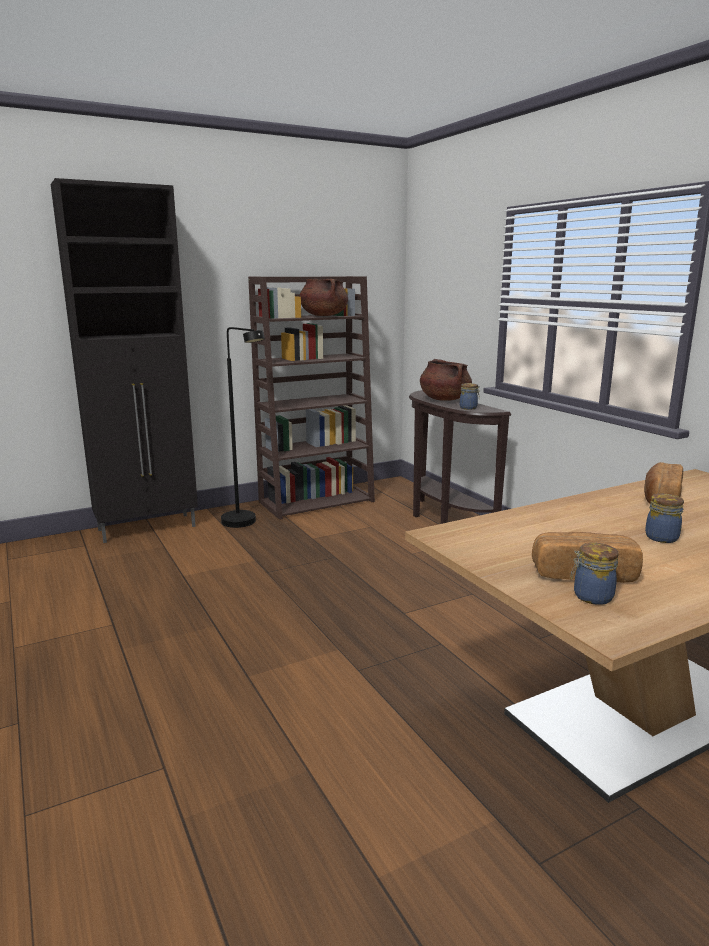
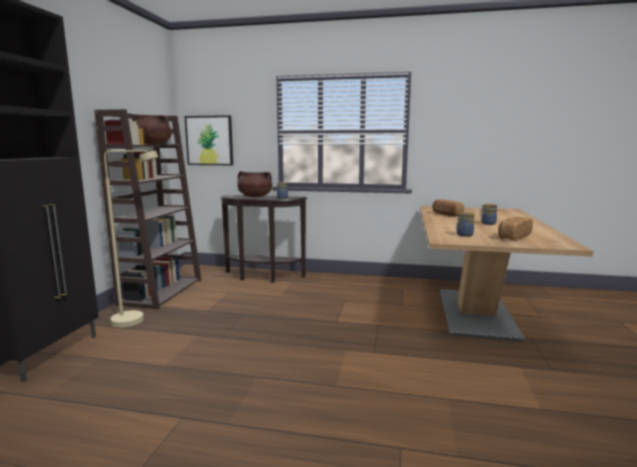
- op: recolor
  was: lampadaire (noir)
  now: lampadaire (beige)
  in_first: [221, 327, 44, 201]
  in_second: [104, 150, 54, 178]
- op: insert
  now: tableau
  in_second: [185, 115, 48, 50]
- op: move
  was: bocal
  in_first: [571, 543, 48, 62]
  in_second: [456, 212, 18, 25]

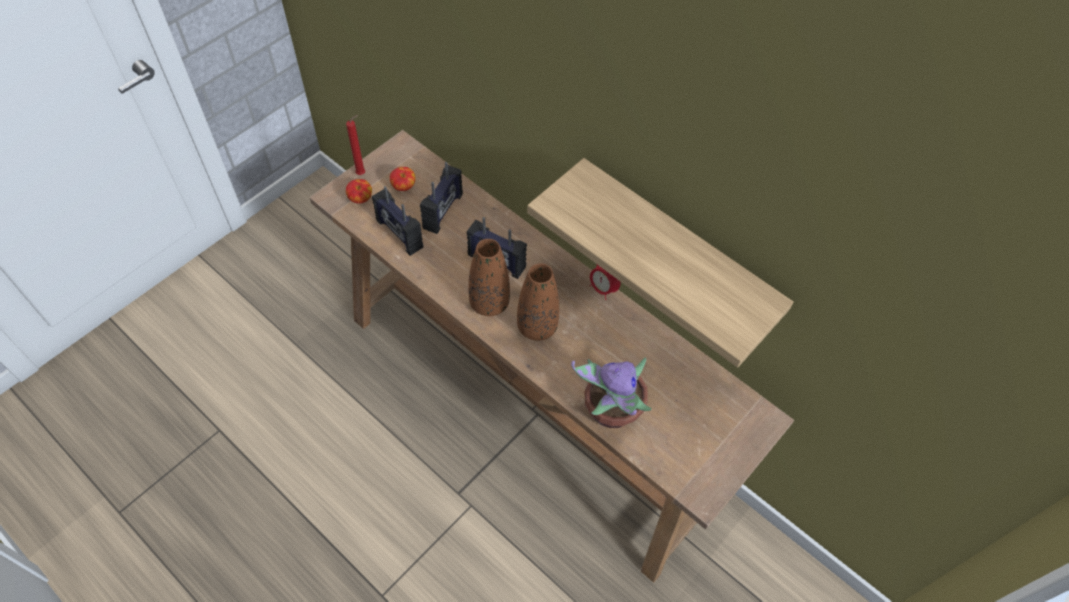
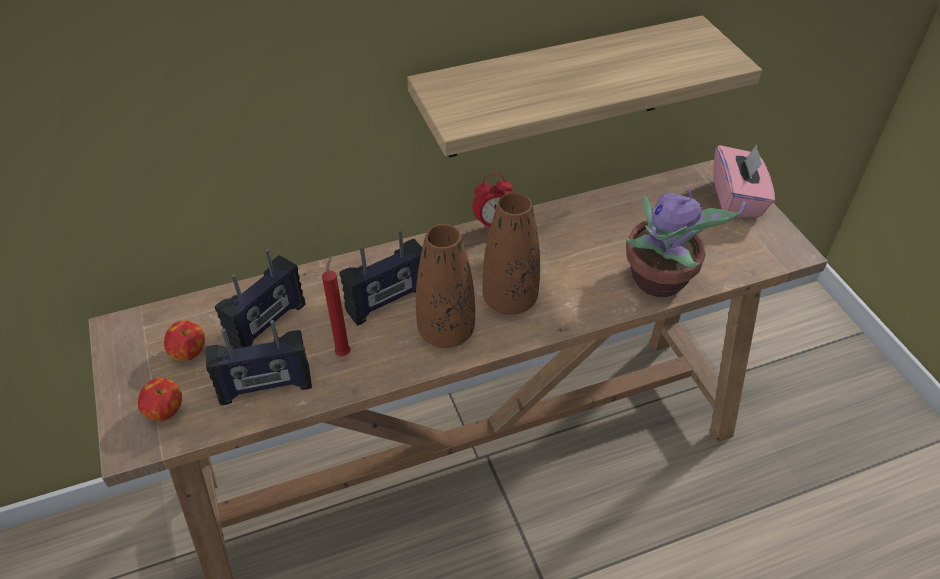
- op: rotate
  was: radio
  in_first: [420, 162, 43, 72]
  in_second: [215, 249, 90, 100]
  clockwise: 75
- op: move
  was: bougie (rouge)
  in_first: [346, 115, 19, 60]
  in_second: [322, 255, 29, 101]
- op: insert
  now: boîte à mouchoirs (rose)
  in_second: [713, 144, 62, 73]

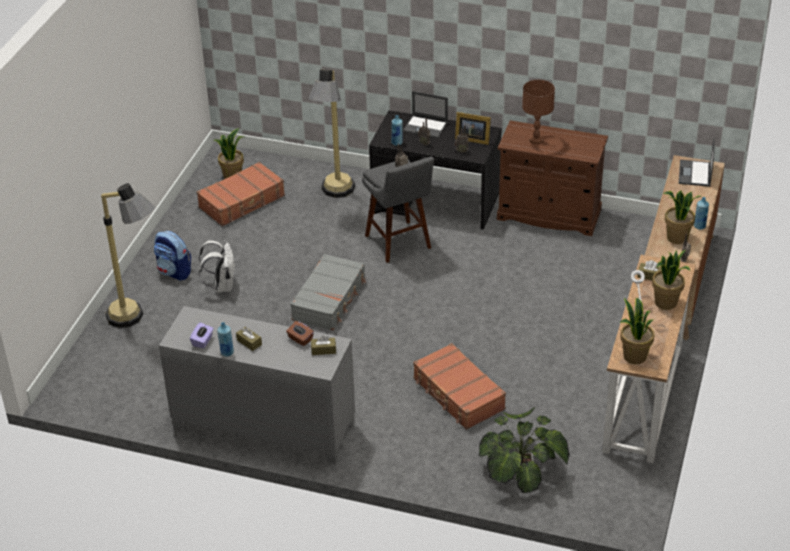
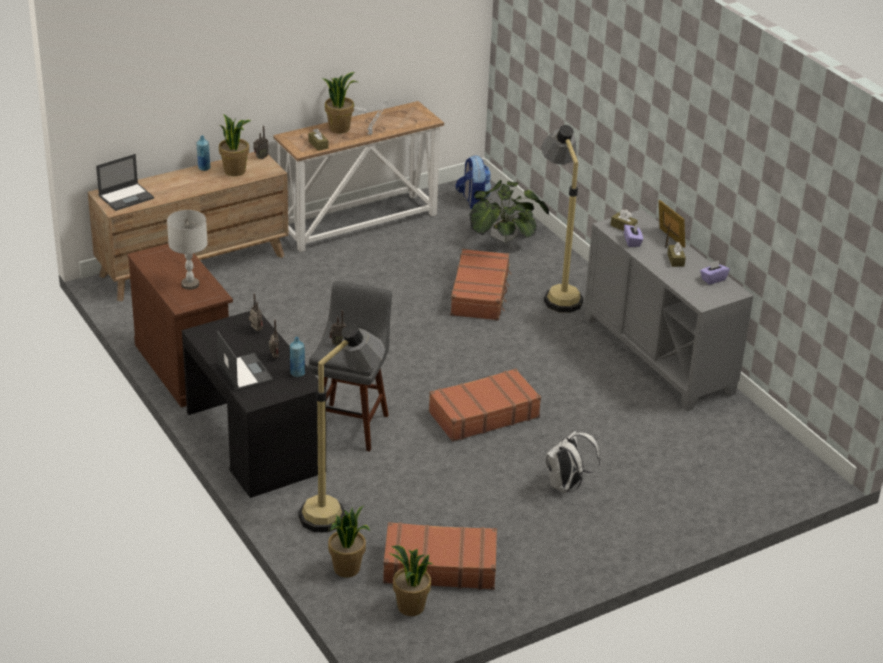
- op: recolor
  was: lampe de table (marron)
  now: lampe de table (gris)
  in_first: [522, 80, 33, 64]
  in_second: [167, 210, 41, 80]
- op: move
  was: plante en pot
  in_first: [620, 298, 34, 66]
  in_second: [328, 506, 42, 72]
- op: recolor
  was: valise (gris)
  now: valise (marron)
  in_first: [290, 254, 76, 76]
  in_second: [429, 368, 112, 74]
- op: move
  was: sac à dos
  in_first: [154, 231, 37, 50]
  in_second: [455, 155, 37, 54]
- op: move
  was: lampadaire
  in_first: [101, 183, 54, 145]
  in_second: [541, 125, 42, 188]
- op: recolor
  was: boîte à mouchoirs (marron)
  now: boîte à mouchoirs (violet)
  in_first: [286, 321, 28, 25]
  in_second: [624, 223, 19, 24]
- op: move
  was: cadre photo
  in_first: [455, 112, 36, 33]
  in_second: [659, 200, 26, 49]
- op: delete
  was: bouteille (bleu)
  in_first: [217, 322, 17, 34]

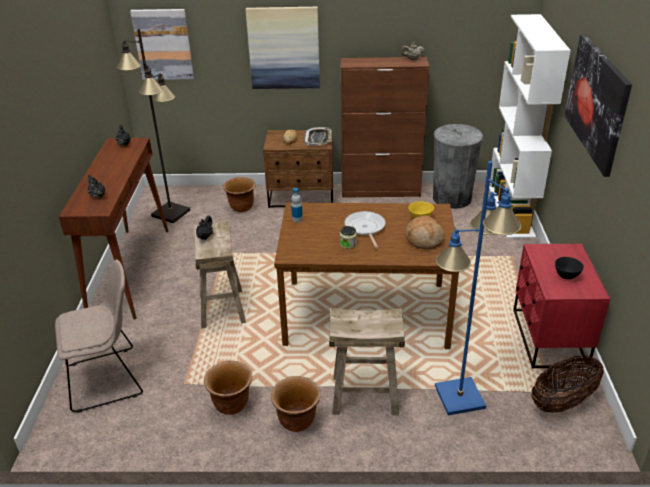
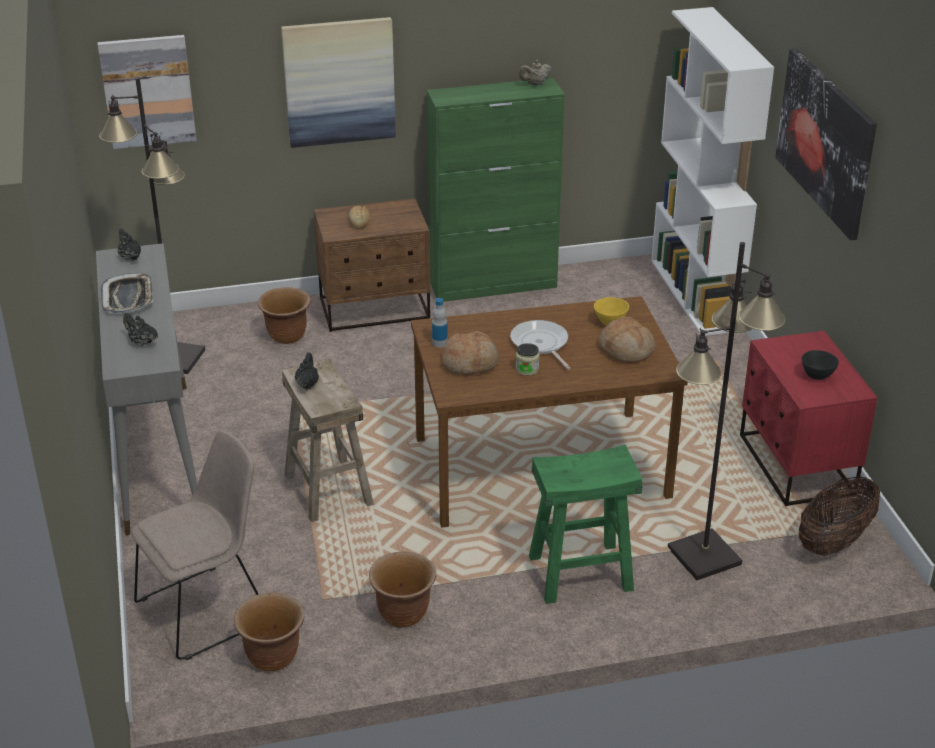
- op: recolor
  was: table console (marron)
  now: table console (gris)
  in_first: [59, 138, 110, 182]
  in_second: [96, 243, 101, 292]
- op: move
  was: plateau
  in_first: [304, 127, 28, 18]
  in_second: [101, 273, 52, 41]
- op: move
  was: cache-pot (marron)
  in_first: [271, 376, 50, 56]
  in_second: [234, 592, 70, 79]
- op: recolor
  was: meuble de rangement (marron)
  now: meuble de rangement (vert)
  in_first: [341, 57, 89, 141]
  in_second: [427, 78, 138, 224]
- op: insert
  now: pain
  in_second: [441, 331, 58, 44]
- op: recolor
  was: tabouret (beige)
  now: tabouret (vert)
  in_first: [329, 308, 76, 107]
  in_second: [529, 445, 114, 159]
- op: recolor
  was: lampadaire (bleu)
  now: lampadaire (noir)
  in_first: [435, 161, 86, 254]
  in_second: [668, 242, 118, 338]
- op: delete
  was: poubelle (gris)
  in_first: [433, 124, 50, 85]

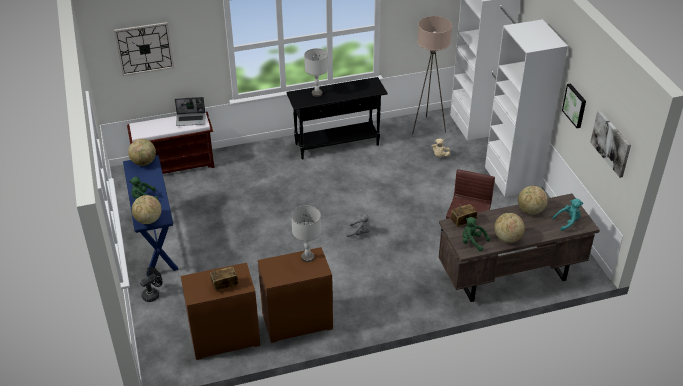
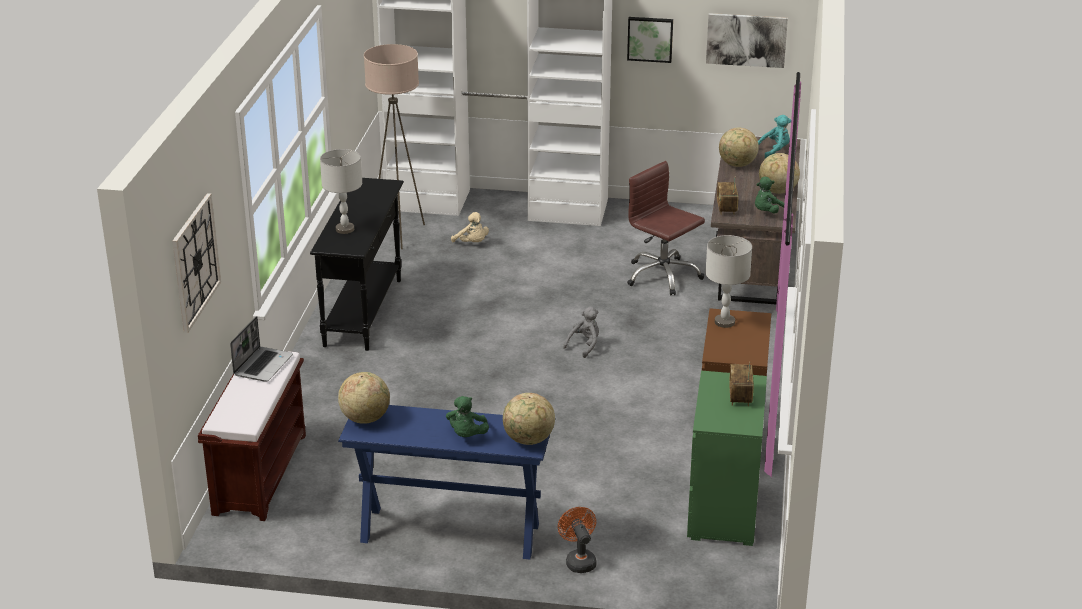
- op: recolor
  was: ventilateur (noir)
  now: ventilateur (orange)
  in_first: [140, 267, 23, 35]
  in_second: [558, 507, 39, 66]
- op: recolor
  was: commode (marron)
  now: commode (vert)
  in_first: [181, 263, 79, 97]
  in_second: [687, 371, 80, 175]
- op: rotate
  was: peluche (turquoise)
  in_first: [552, 199, 31, 32]
  in_second: [758, 115, 33, 44]
  clockwise: 60

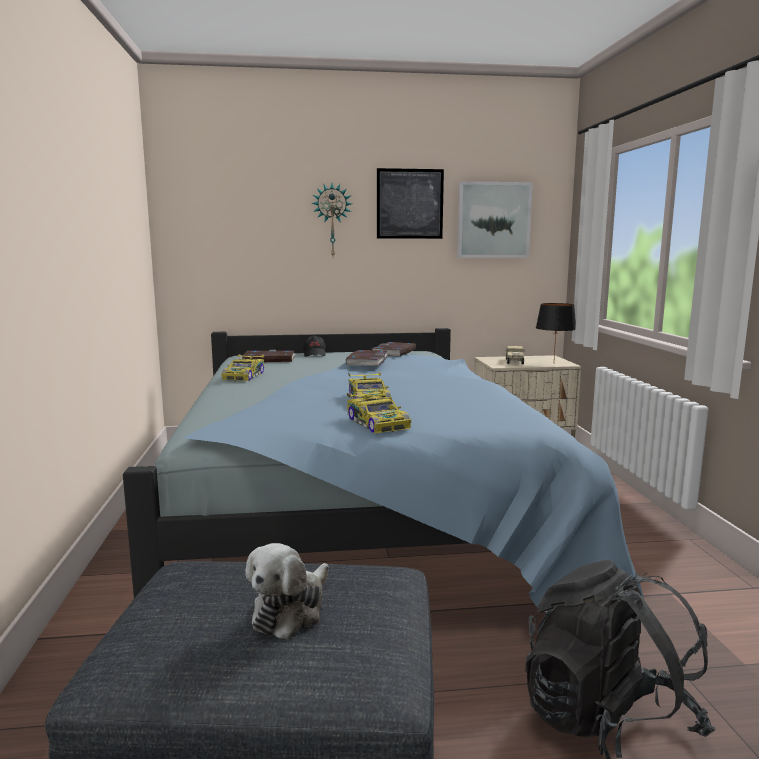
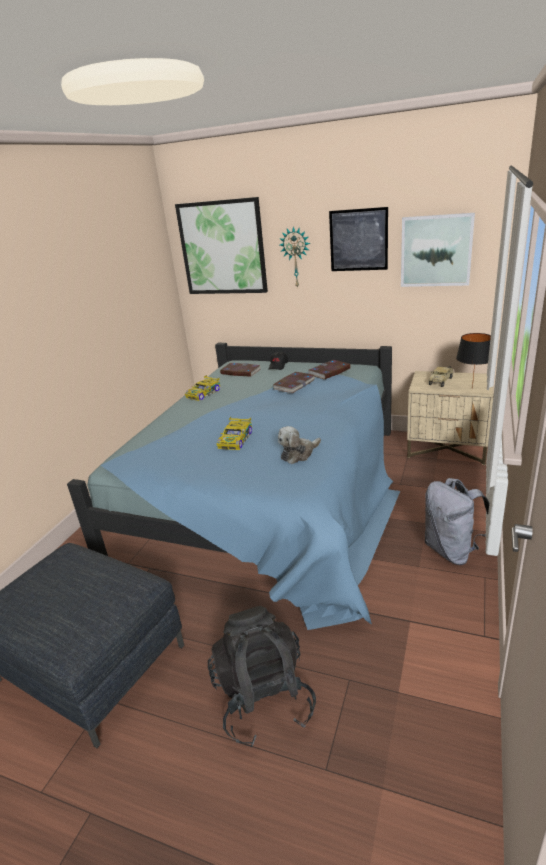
- op: insert
  now: tableau
  in_second: [175, 197, 93, 97]
- op: move
  was: peluche
  in_first: [245, 543, 84, 97]
  in_second: [278, 426, 43, 38]
- op: insert
  now: sac à dos (gris)
  in_second: [425, 478, 64, 87]
- op: delete
  was: petite voiture
  in_first: [347, 389, 64, 45]

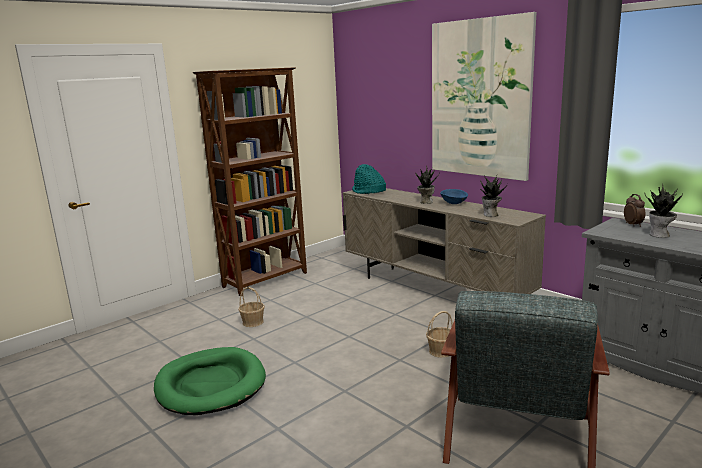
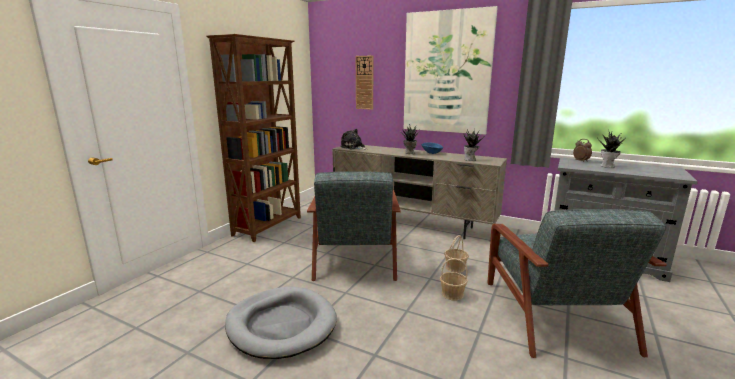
- op: recolor
  was: panier pour chien (vert)
  now: panier pour chien (gris)
  in_first: [154, 347, 112, 68]
  in_second: [225, 287, 112, 72]
- op: insert
  now: fauteuil (gris)
  in_second: [307, 171, 94, 110]
- op: replace
  was: chapeau (turquoise)
  now: peluche
  in_first: [352, 164, 34, 30]
  in_second: [341, 129, 25, 20]
- op: insert
  now: horloge murale
  in_second: [356, 55, 17, 55]
- op: move
  was: panier
  in_first: [238, 287, 27, 40]
  in_second: [440, 258, 28, 42]

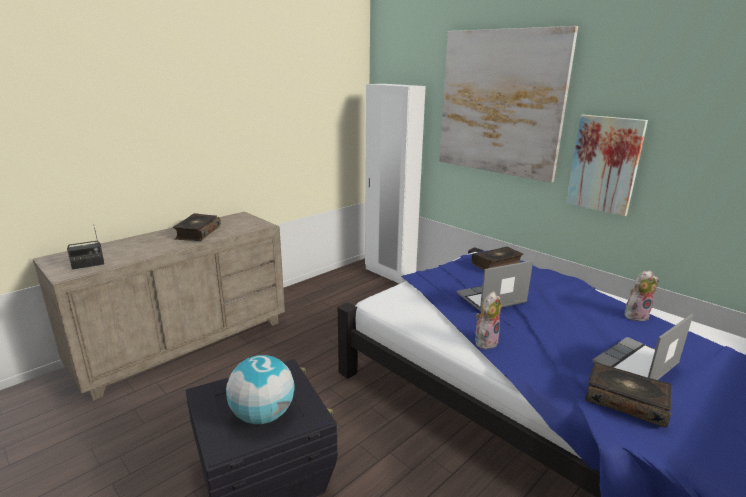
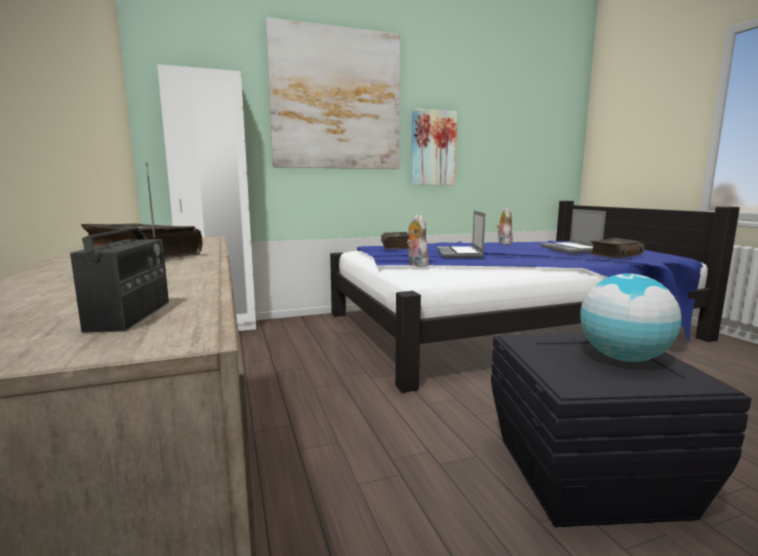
- op: move
  was: peluche
  in_first: [475, 291, 26, 58]
  in_second: [407, 215, 22, 51]

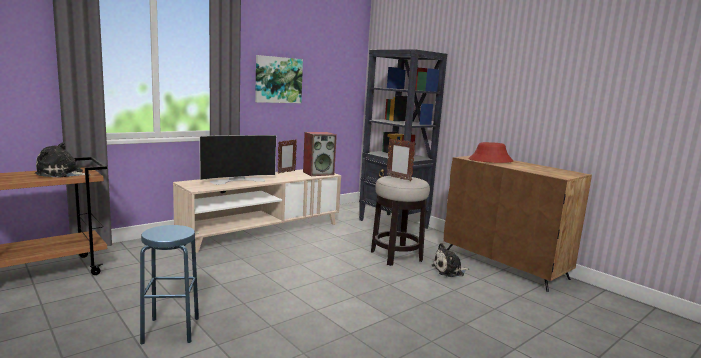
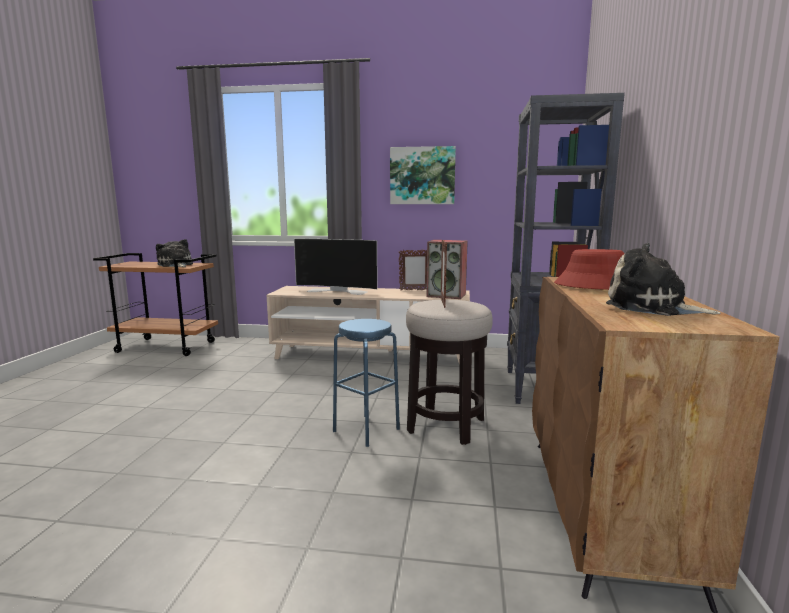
- op: move
  was: tabouret (bleu)
  in_first: [140, 225, 59, 120]
  in_second: [333, 319, 67, 128]
- op: move
  was: peluche
  in_first: [431, 243, 38, 34]
  in_second: [606, 243, 114, 73]

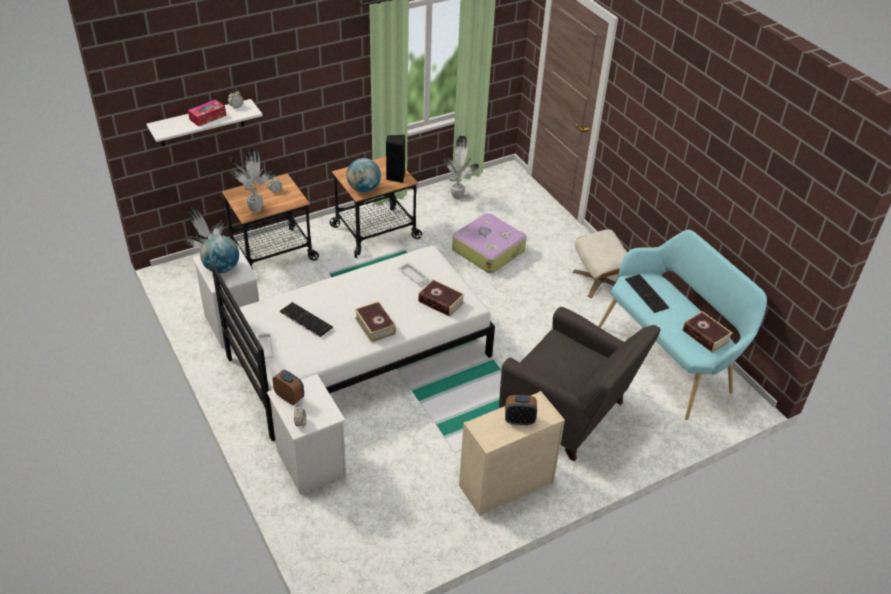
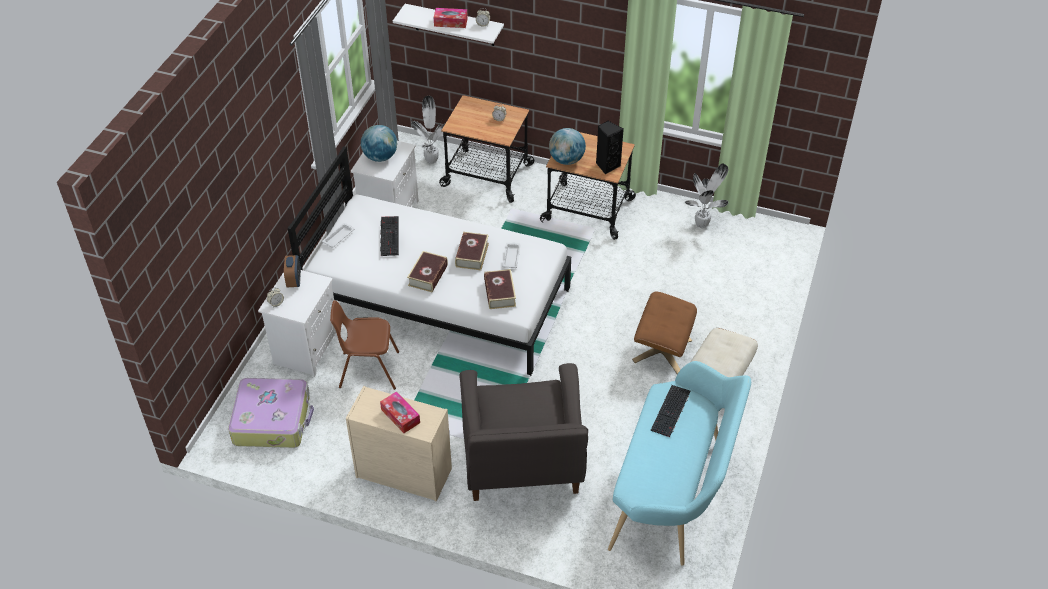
- op: move
  was: valise
  in_first: [452, 213, 75, 60]
  in_second: [228, 378, 86, 70]
- op: insert
  now: chaise (marron)
  in_second: [330, 300, 69, 90]
- op: replace
  was: réveil
  now: boîte à mouchoirs
  in_first: [505, 395, 32, 30]
  in_second: [380, 391, 40, 42]
- op: move
  was: livre
  in_first: [682, 311, 51, 42]
  in_second: [455, 232, 34, 38]
- op: insert
  now: pouf (marron)
  in_second: [632, 291, 65, 83]
- op: delete
  was: plante en pot
  in_first: [228, 148, 46, 65]

